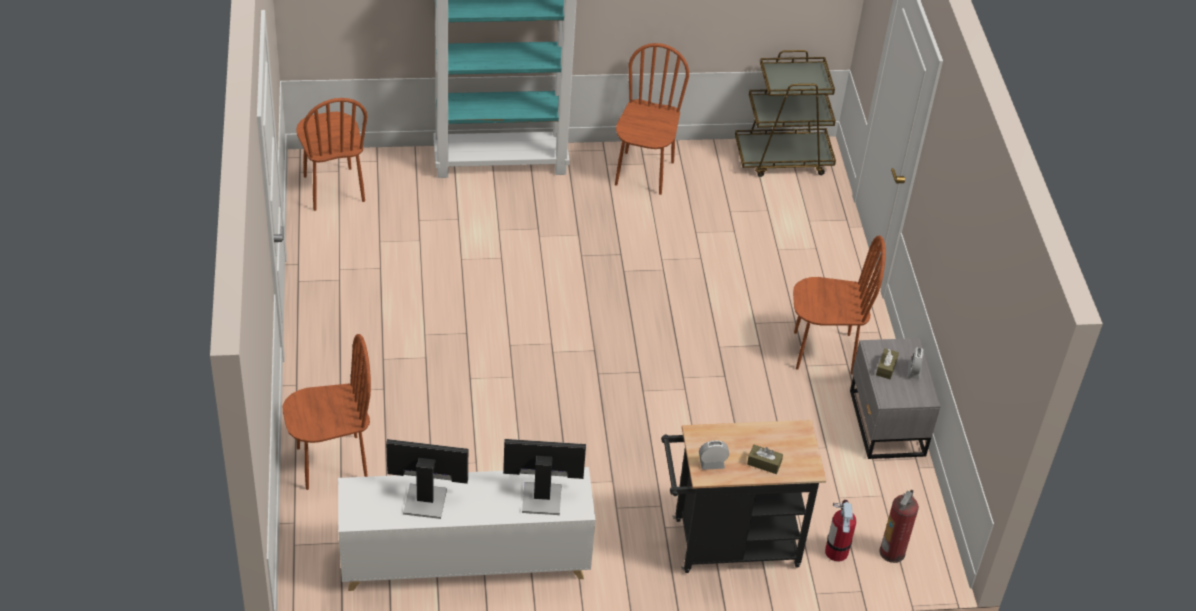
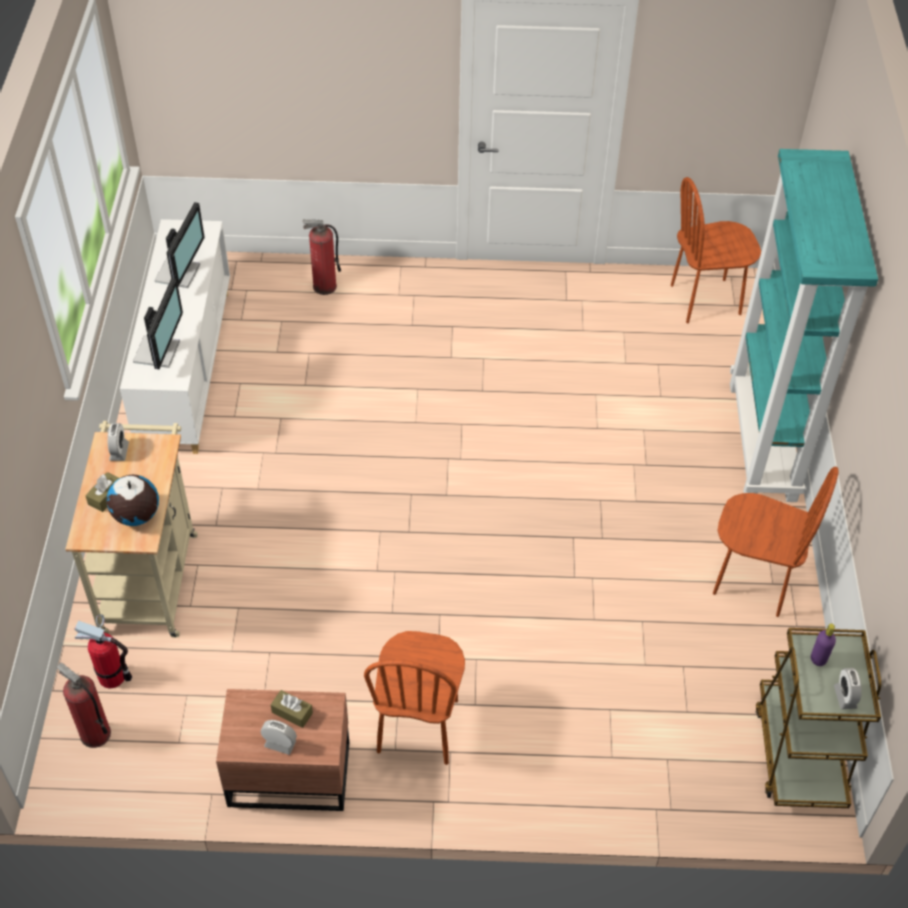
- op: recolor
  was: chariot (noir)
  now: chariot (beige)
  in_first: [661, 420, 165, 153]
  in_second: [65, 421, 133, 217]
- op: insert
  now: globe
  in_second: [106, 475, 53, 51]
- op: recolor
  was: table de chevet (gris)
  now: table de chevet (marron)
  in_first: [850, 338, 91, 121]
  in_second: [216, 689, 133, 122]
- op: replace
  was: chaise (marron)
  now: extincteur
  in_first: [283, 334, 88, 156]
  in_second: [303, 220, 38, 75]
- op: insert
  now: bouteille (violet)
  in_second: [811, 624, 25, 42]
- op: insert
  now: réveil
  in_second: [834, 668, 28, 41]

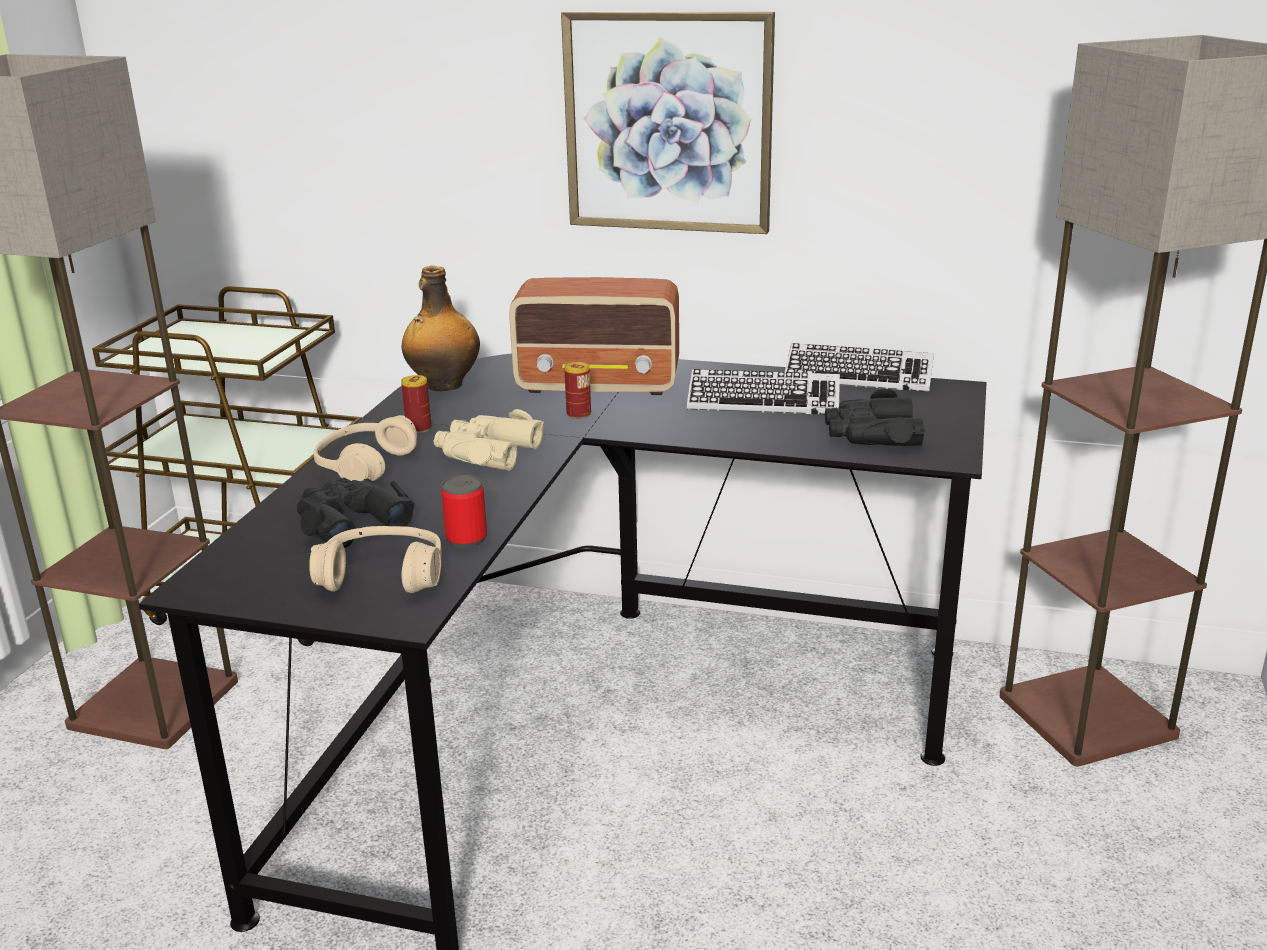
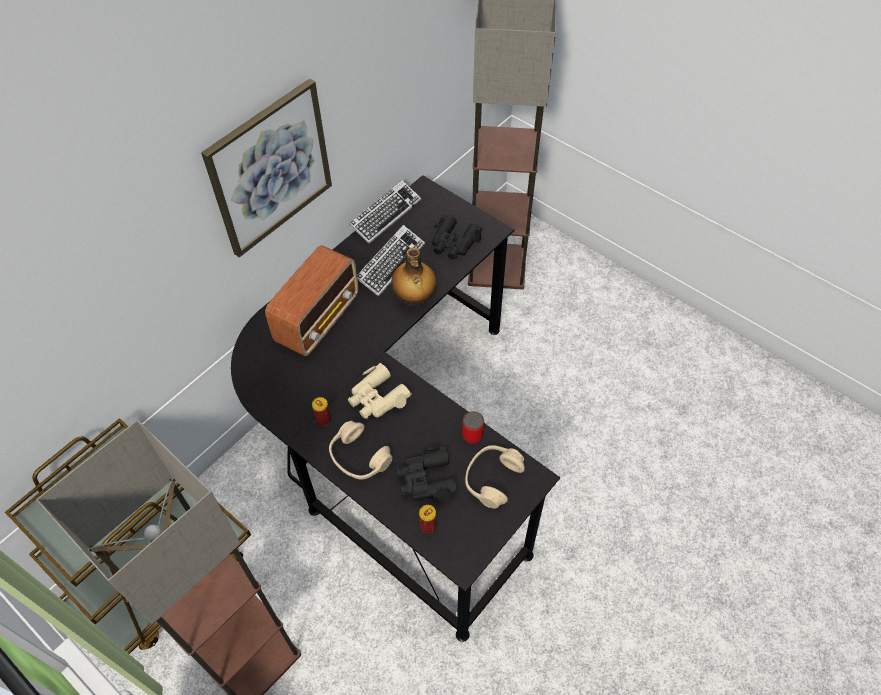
- op: move
  was: bouteille
  in_first: [401, 266, 79, 125]
  in_second: [391, 248, 46, 59]
- op: move
  was: boîte métallique
  in_first: [564, 362, 27, 57]
  in_second: [419, 505, 18, 29]

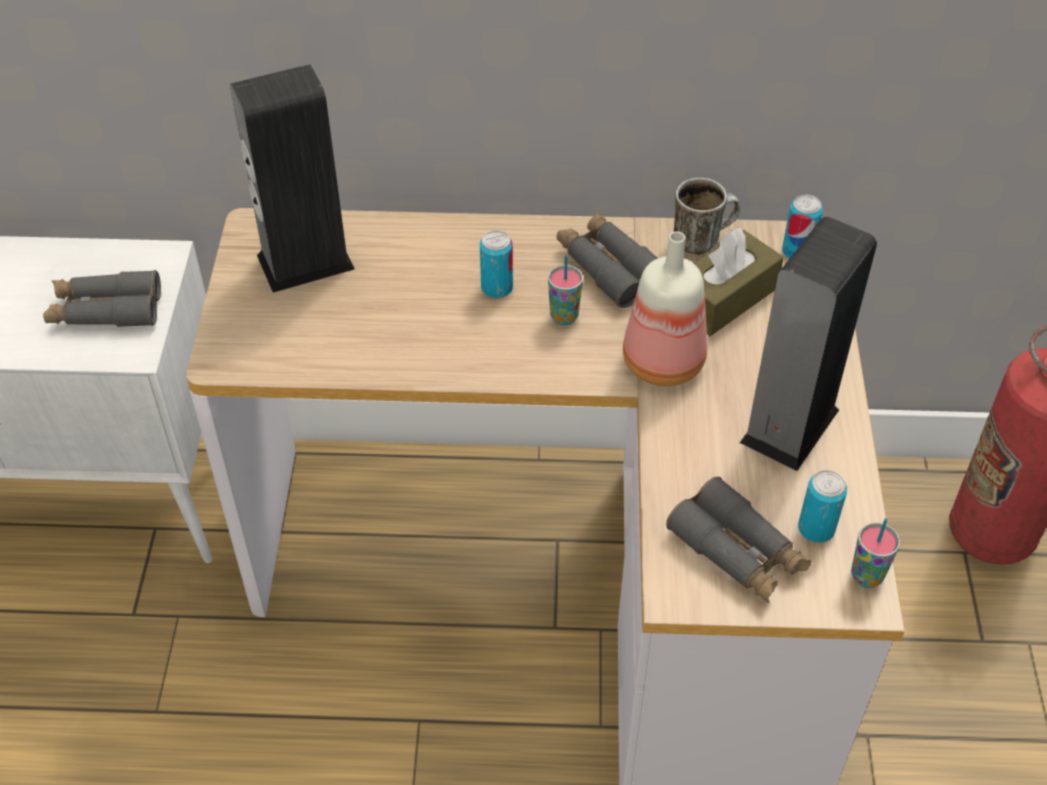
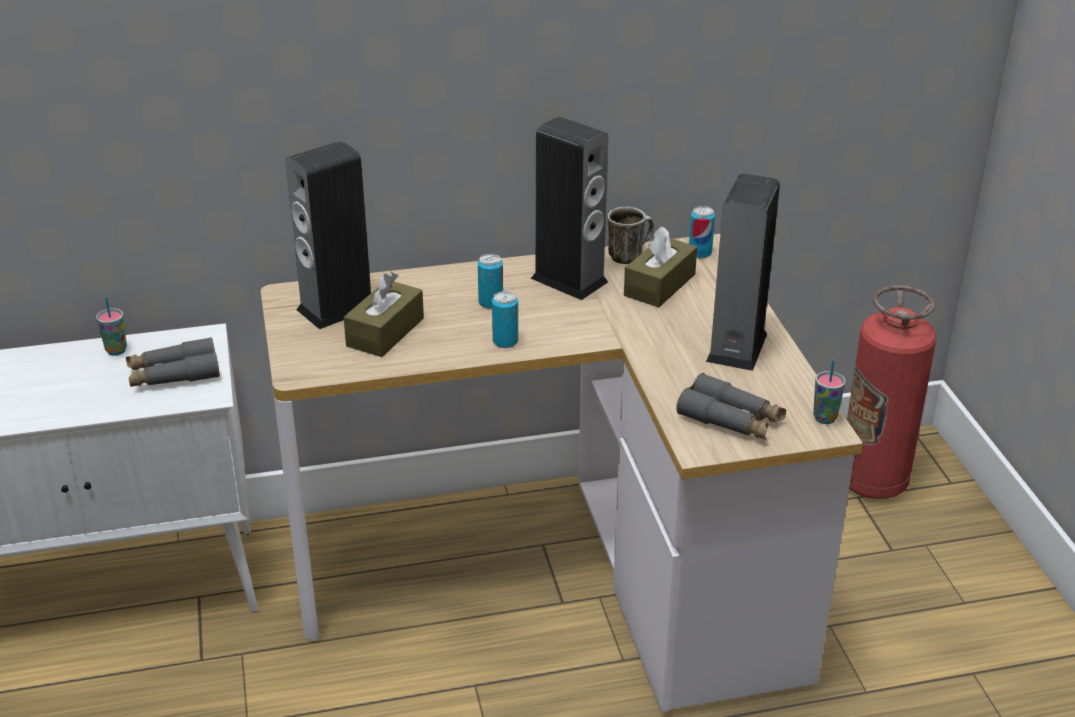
- op: move
  was: tasse
  in_first: [548, 255, 35, 70]
  in_second: [96, 297, 31, 59]
- op: insert
  now: boîte à mouchoirs (marron)
  in_second: [344, 272, 80, 85]
- op: move
  was: boîte métallique
  in_first: [798, 470, 49, 73]
  in_second: [492, 291, 26, 57]
- op: replace
  was: jumelles (gris)
  now: enceinte
  in_first: [556, 212, 102, 96]
  in_second: [530, 116, 78, 184]
- op: delete
  was: bouteille
  in_first: [623, 231, 84, 155]

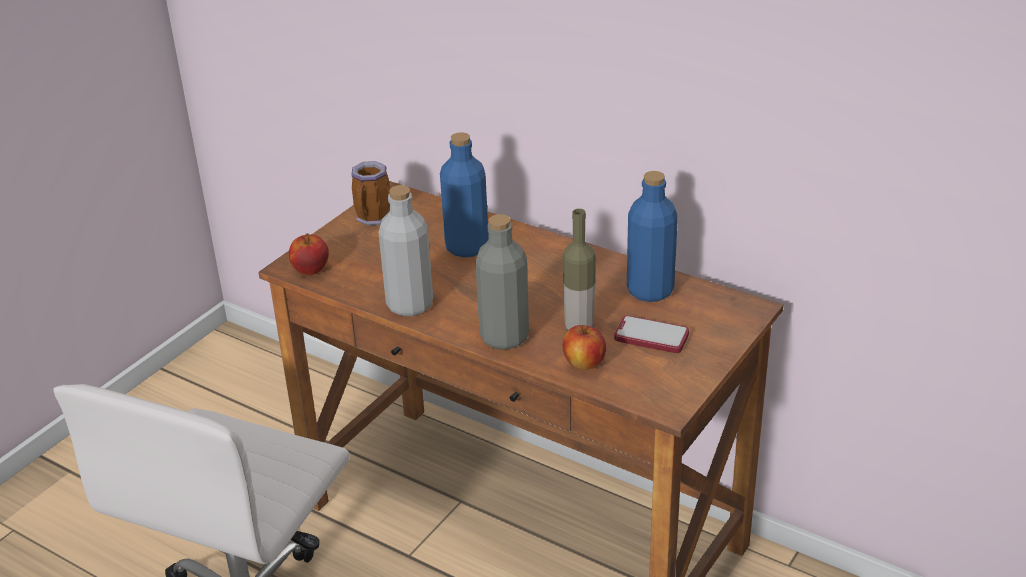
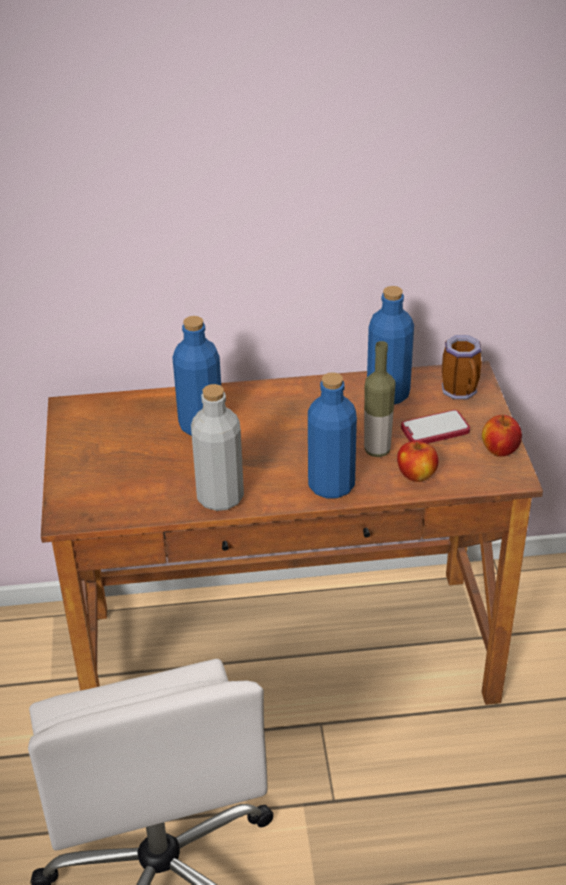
- op: recolor
  was: bouteille (gris)
  now: bouteille (bleu)
  in_first: [475, 214, 54, 136]
  in_second: [308, 373, 49, 126]
- op: move
  was: mug
  in_first: [352, 161, 38, 65]
  in_second: [442, 335, 39, 65]
- op: move
  was: pomme
  in_first: [289, 233, 40, 42]
  in_second: [482, 415, 40, 42]

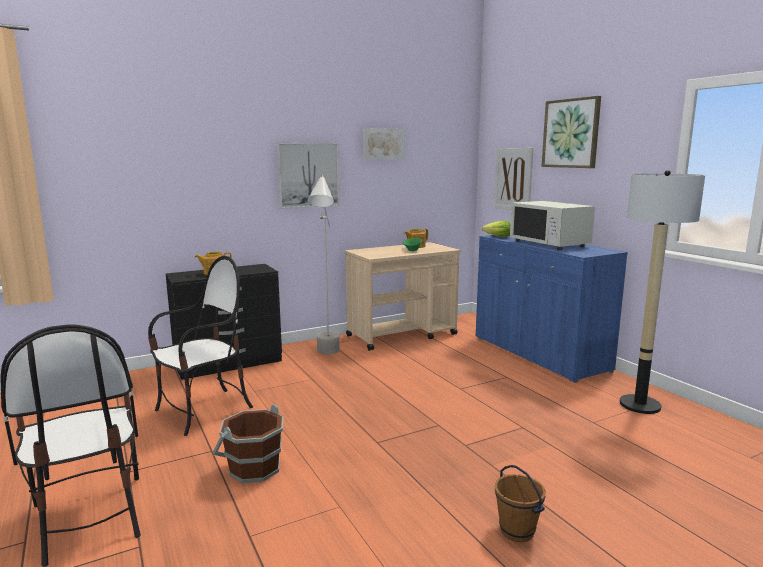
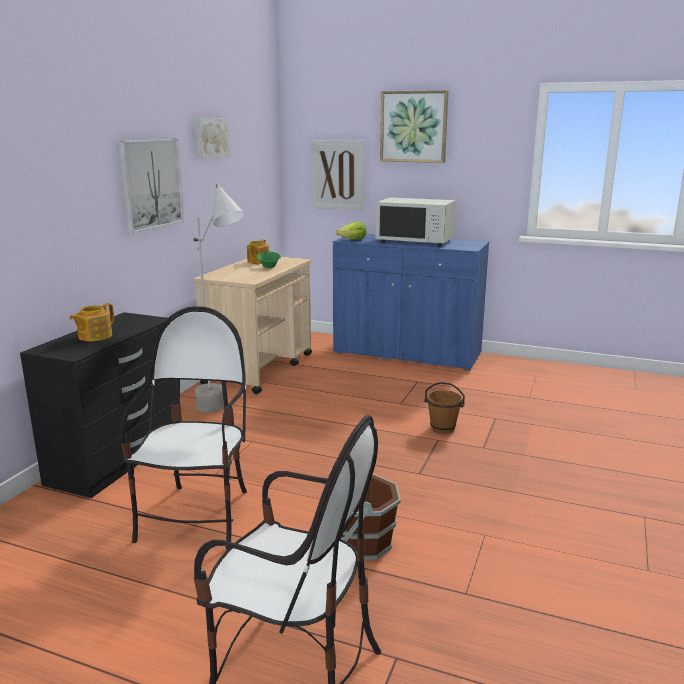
- op: move
  was: seau (marron)
  in_first: [495, 465, 51, 77]
  in_second: [424, 382, 41, 52]
- op: delete
  was: lampadaire
  in_first: [620, 170, 85, 244]

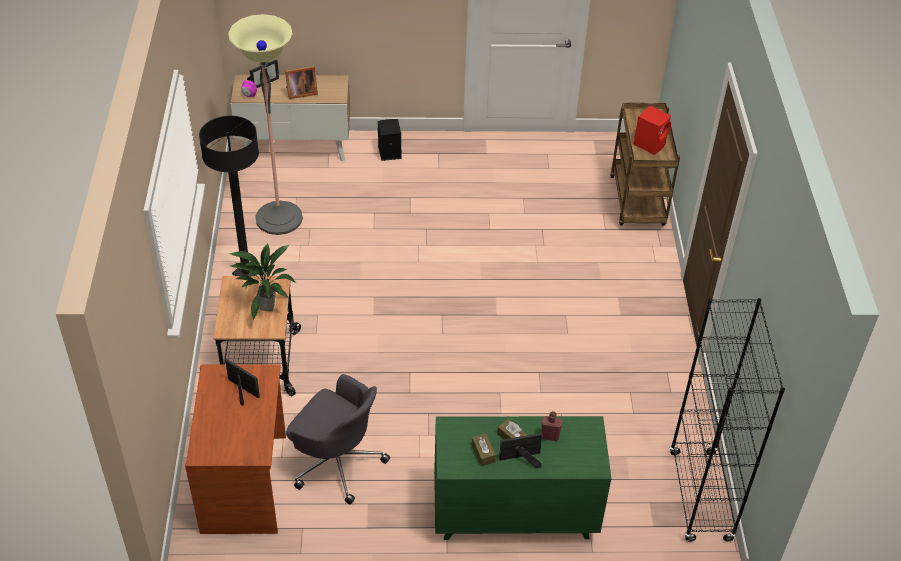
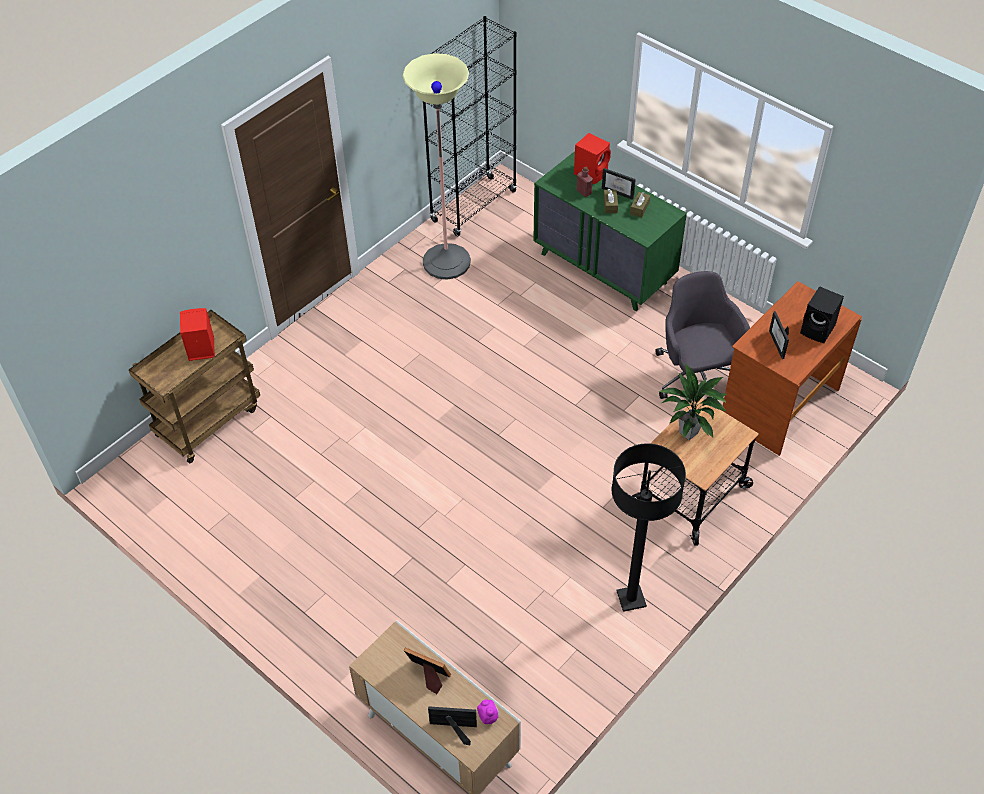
- op: move
  was: lampadaire
  in_first: [228, 14, 75, 221]
  in_second: [403, 53, 68, 227]
- op: insert
  now: enceinte (rouge)
  in_second: [574, 133, 37, 51]
- op: move
  was: enceinte (noir)
  in_first: [378, 119, 23, 42]
  in_second: [800, 286, 44, 57]

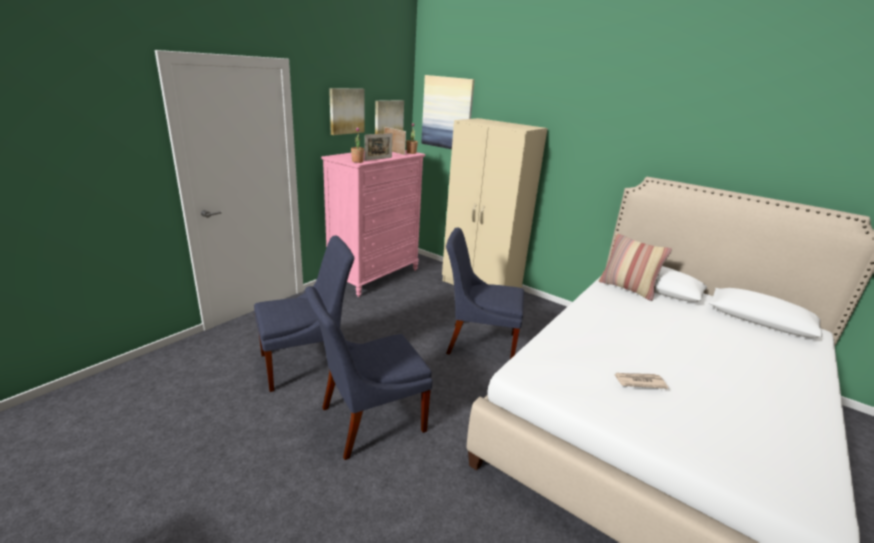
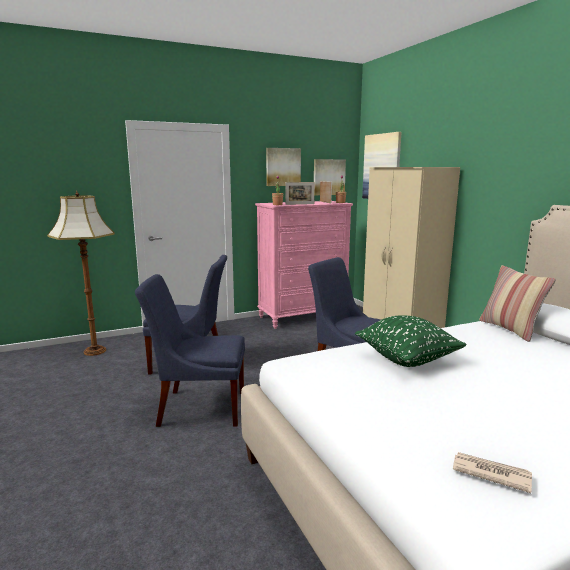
- op: insert
  now: lampadaire
  in_second: [47, 191, 68, 165]
- op: insert
  now: coussin (vert)
  in_second: [355, 316, 112, 51]
- op: move
  was: journal
  in_first: [615, 373, 53, 16]
  in_second: [453, 452, 79, 41]

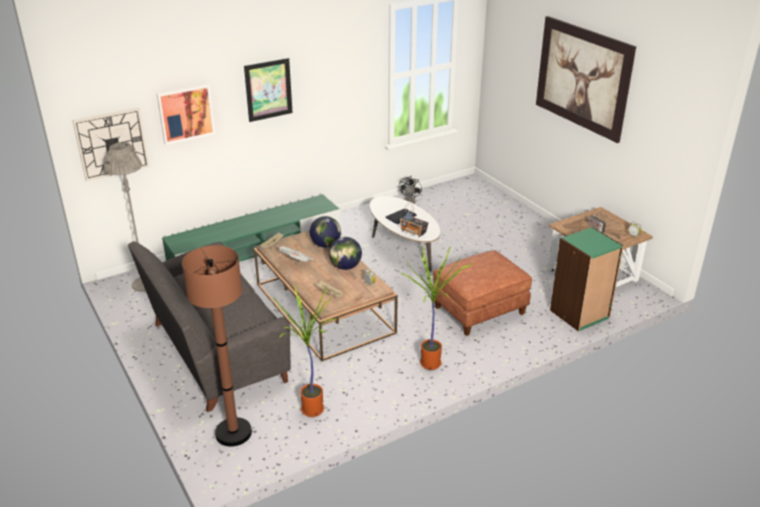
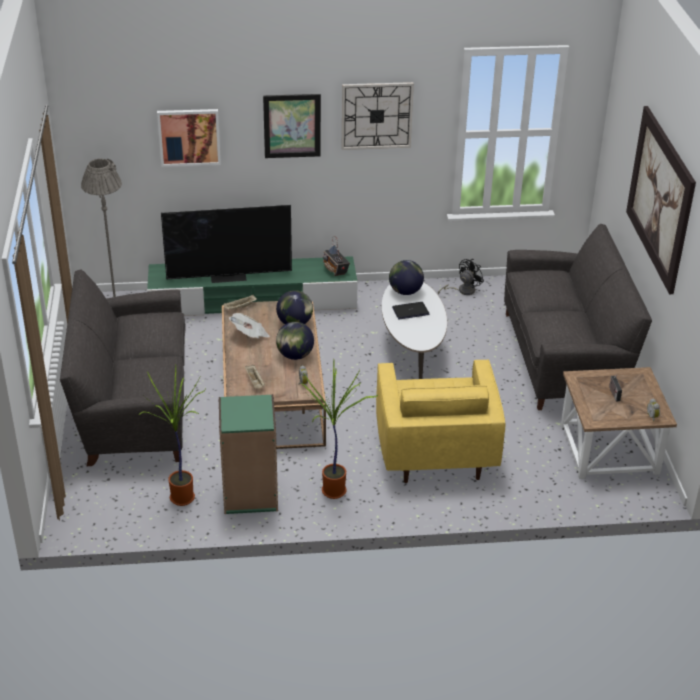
- op: insert
  now: téléviseur
  in_second: [161, 205, 131, 78]
- op: move
  was: bibliothèque (vert)
  in_first: [550, 227, 74, 105]
  in_second: [218, 394, 60, 120]
- op: move
  was: radio
  in_first: [400, 203, 28, 34]
  in_second: [323, 236, 27, 40]
- op: move
  was: horloge murale
  in_first: [73, 108, 76, 73]
  in_second: [342, 82, 72, 68]
- op: replace
  was: pouf (marron)
  now: fauteuil (jaune)
  in_first: [433, 250, 99, 86]
  in_second: [376, 359, 130, 124]
- op: insert
  now: globe
  in_second: [389, 260, 35, 35]
- op: insert
  now: canapé (gris)
  in_second: [504, 224, 148, 186]
- op: delete
  was: lampadaire (marron)
  in_first: [182, 245, 70, 201]

